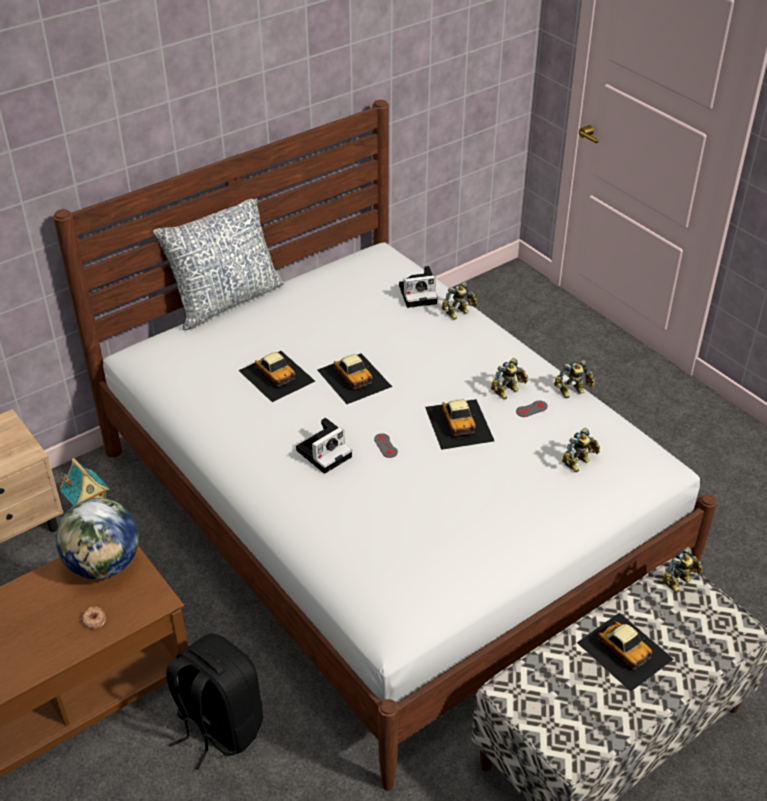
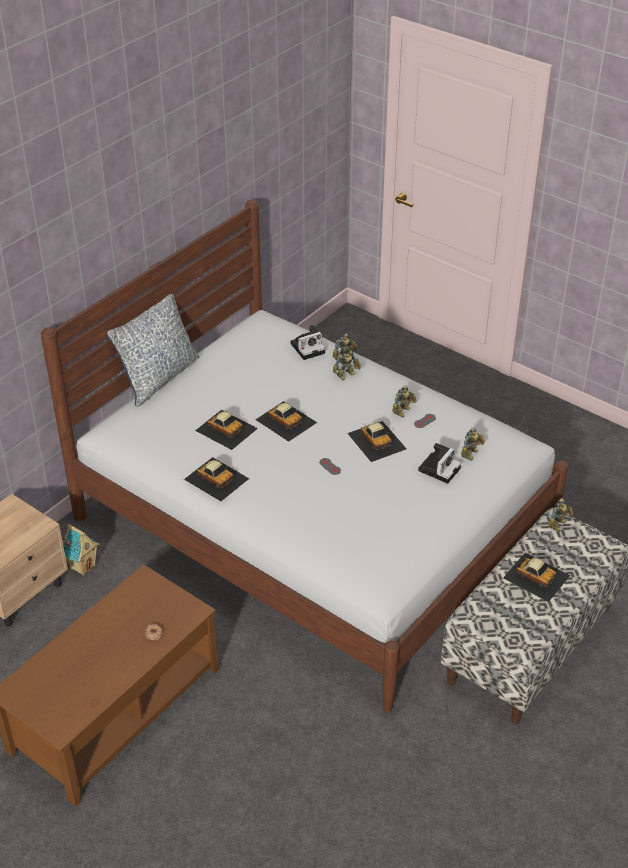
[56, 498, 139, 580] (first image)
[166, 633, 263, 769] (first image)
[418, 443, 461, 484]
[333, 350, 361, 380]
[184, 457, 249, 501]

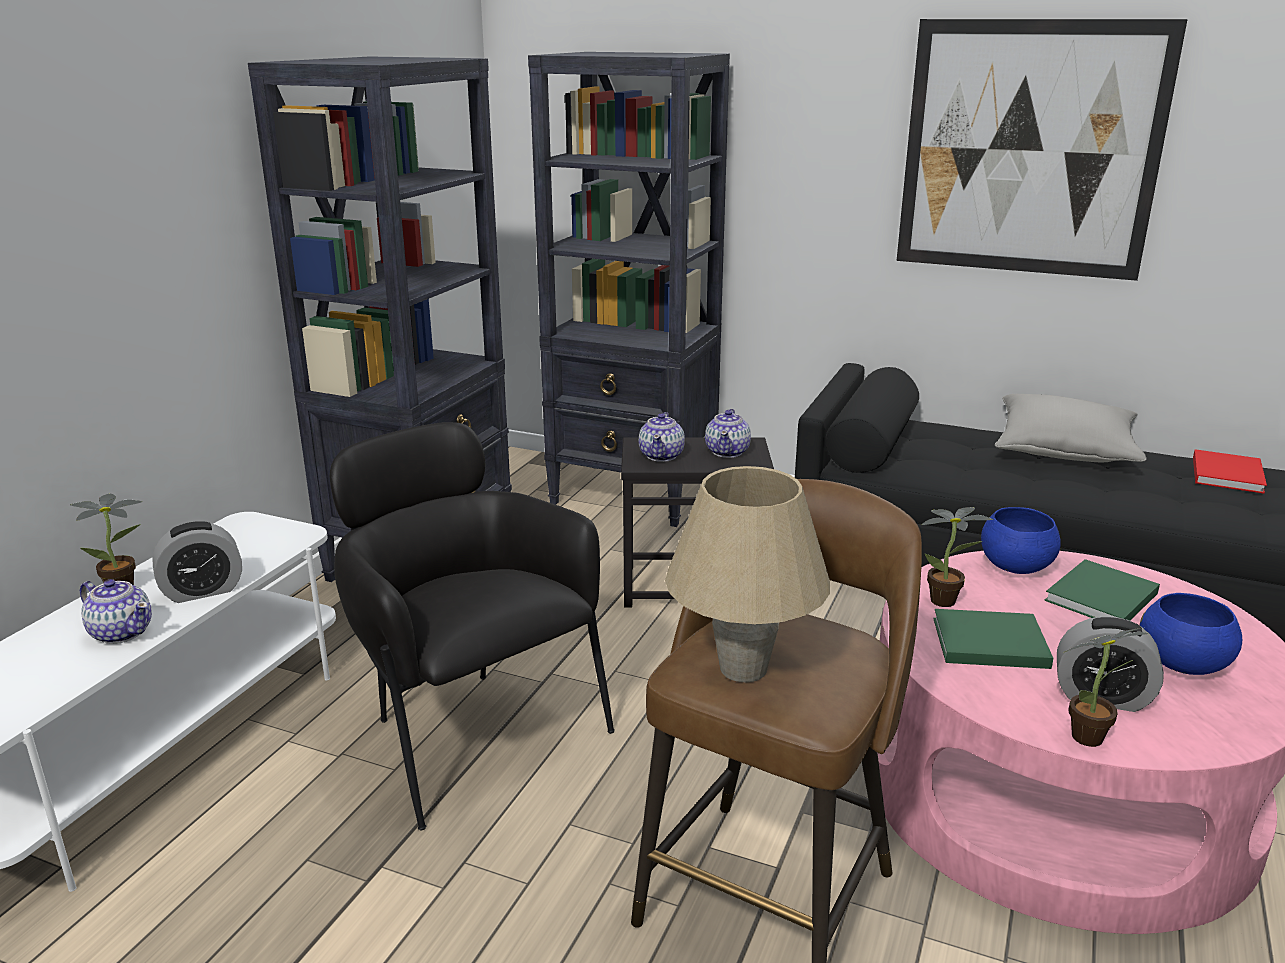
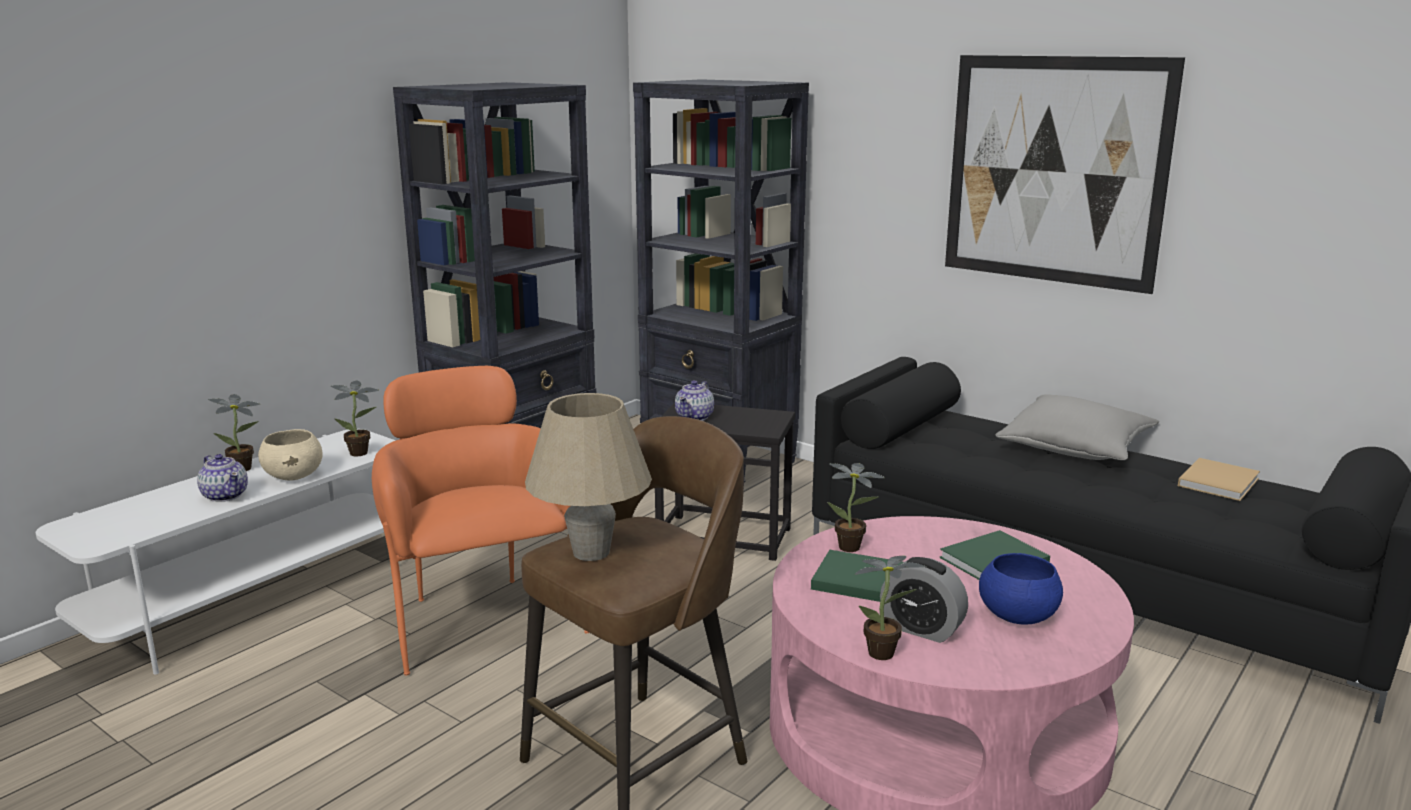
[258, 429, 323, 480]
[372, 366, 589, 676]
[705, 409, 751, 458] (first image)
[981, 507, 1061, 574] (first image)
[1178, 458, 1260, 501]
[331, 380, 379, 457]

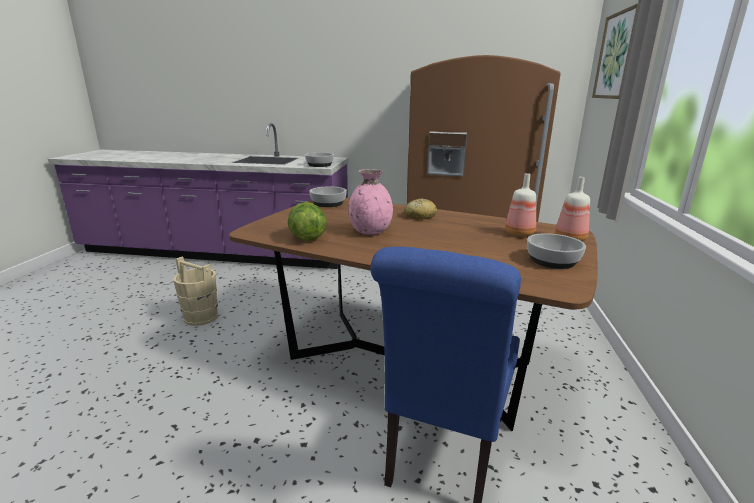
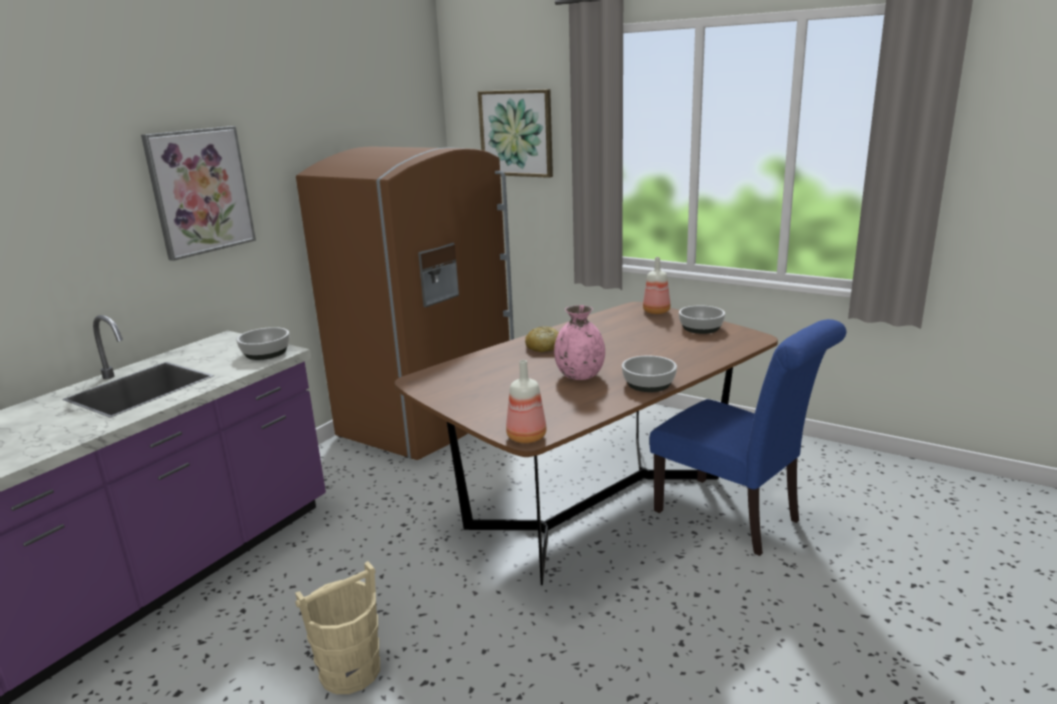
[288, 202, 327, 241] (first image)
[622, 356, 677, 392]
[506, 360, 547, 443]
[141, 126, 256, 261]

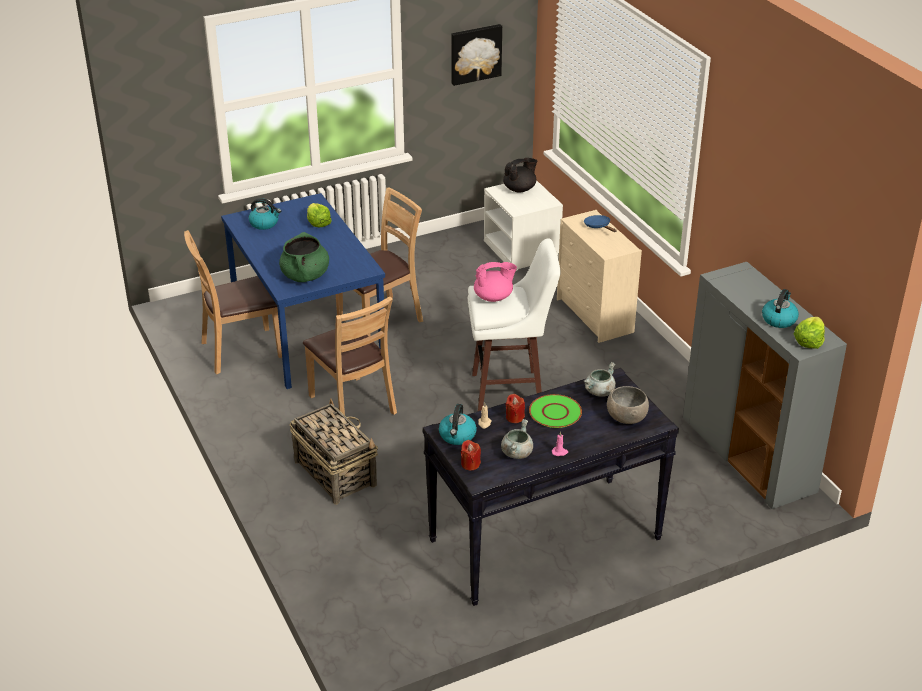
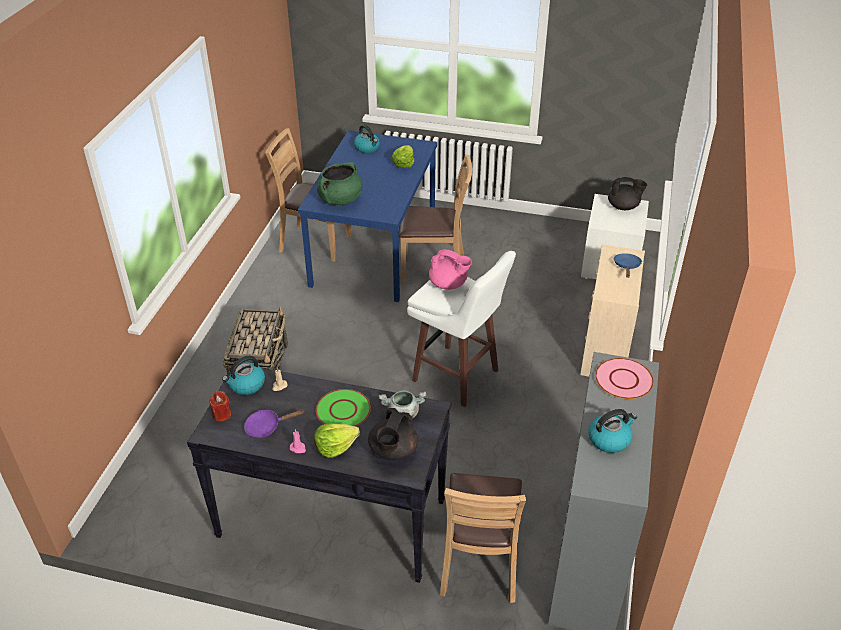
[440, 473, 526, 603]
[451, 24, 502, 86] (first image)
[244, 410, 305, 438]
[505, 394, 525, 423] (first image)
[368, 408, 418, 460]
[314, 423, 360, 458]
[595, 358, 654, 399]

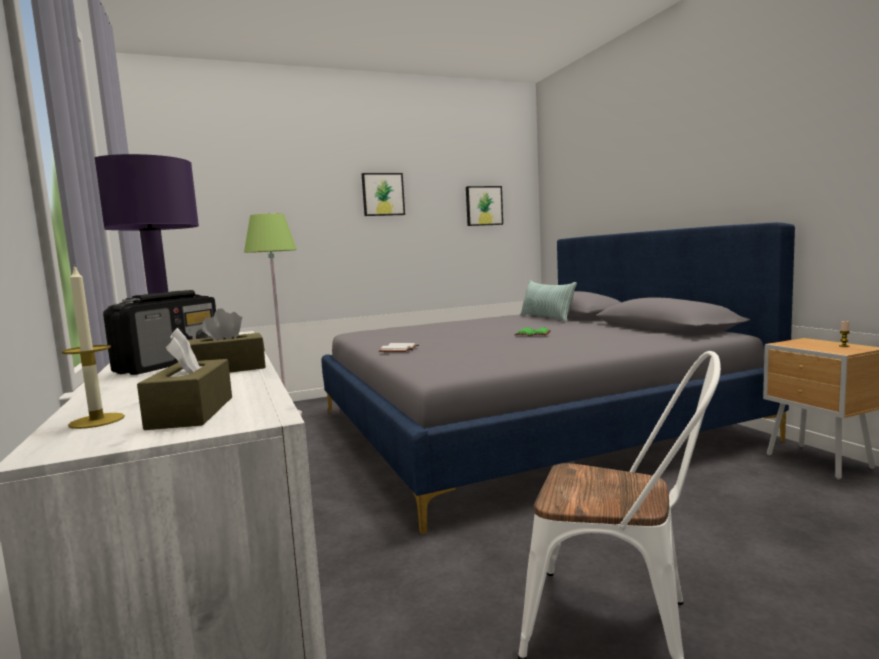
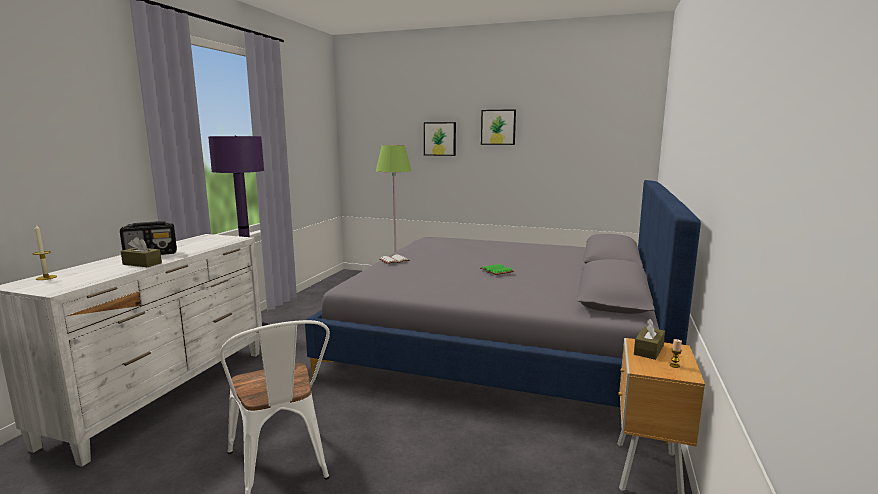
[634, 319, 665, 360]
[424, 122, 456, 156]
[520, 280, 577, 322] (first image)

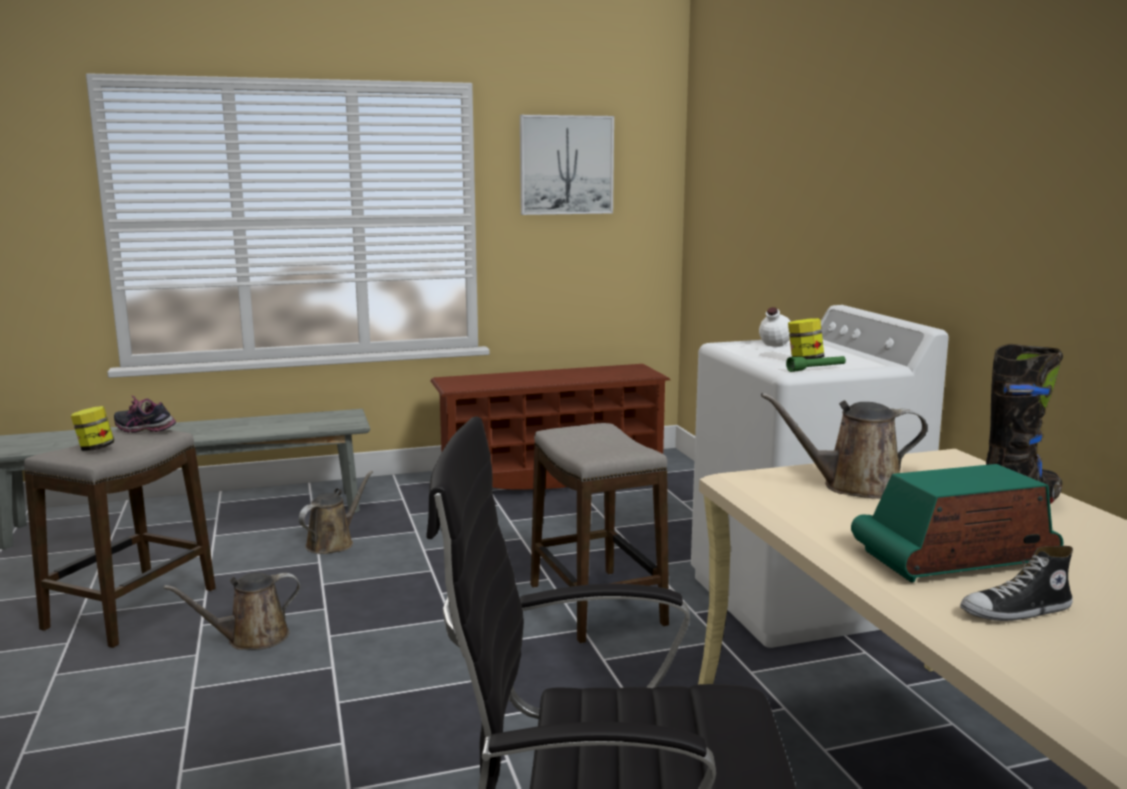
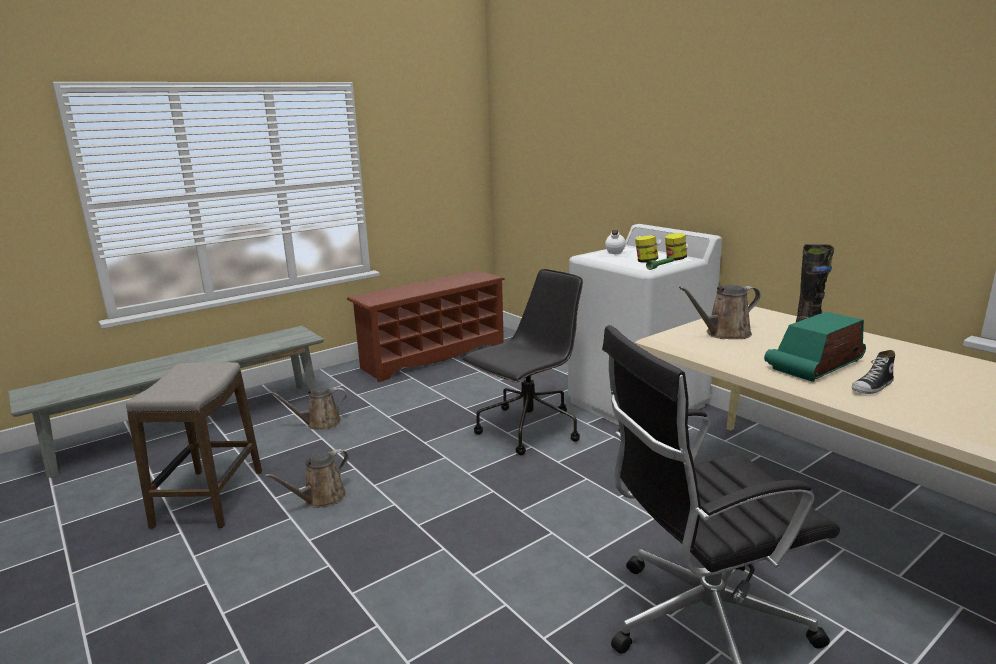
[665, 233, 687, 261]
[114, 395, 176, 433] (first image)
[269, 387, 347, 430]
[520, 115, 614, 215] (first image)
[461, 269, 583, 455]

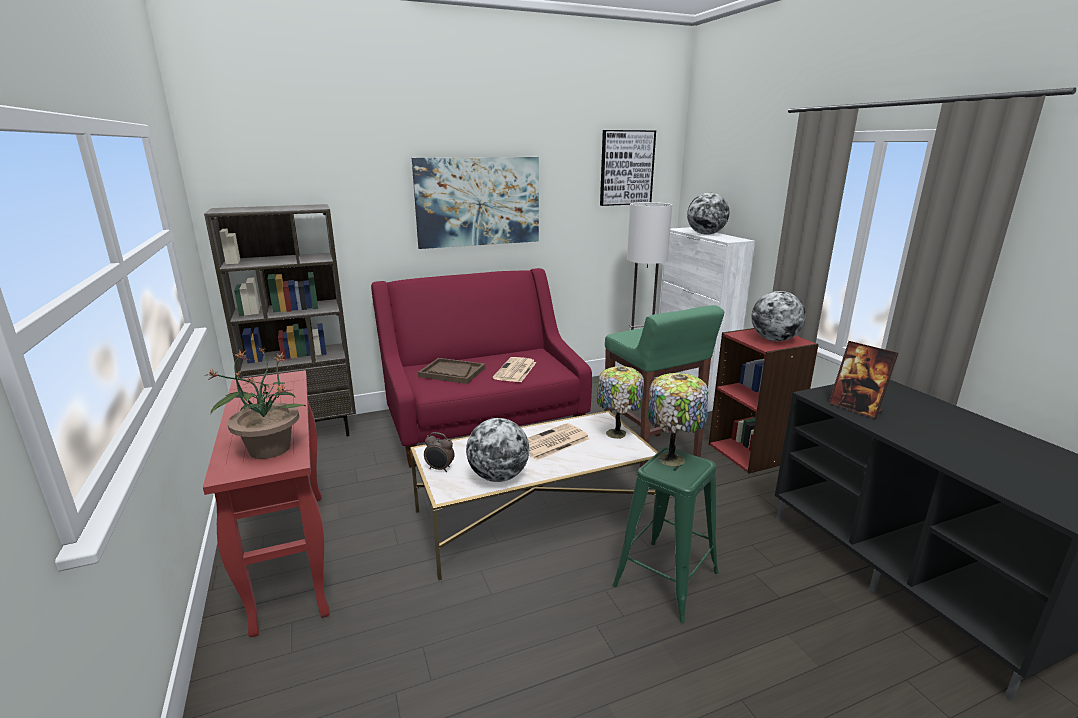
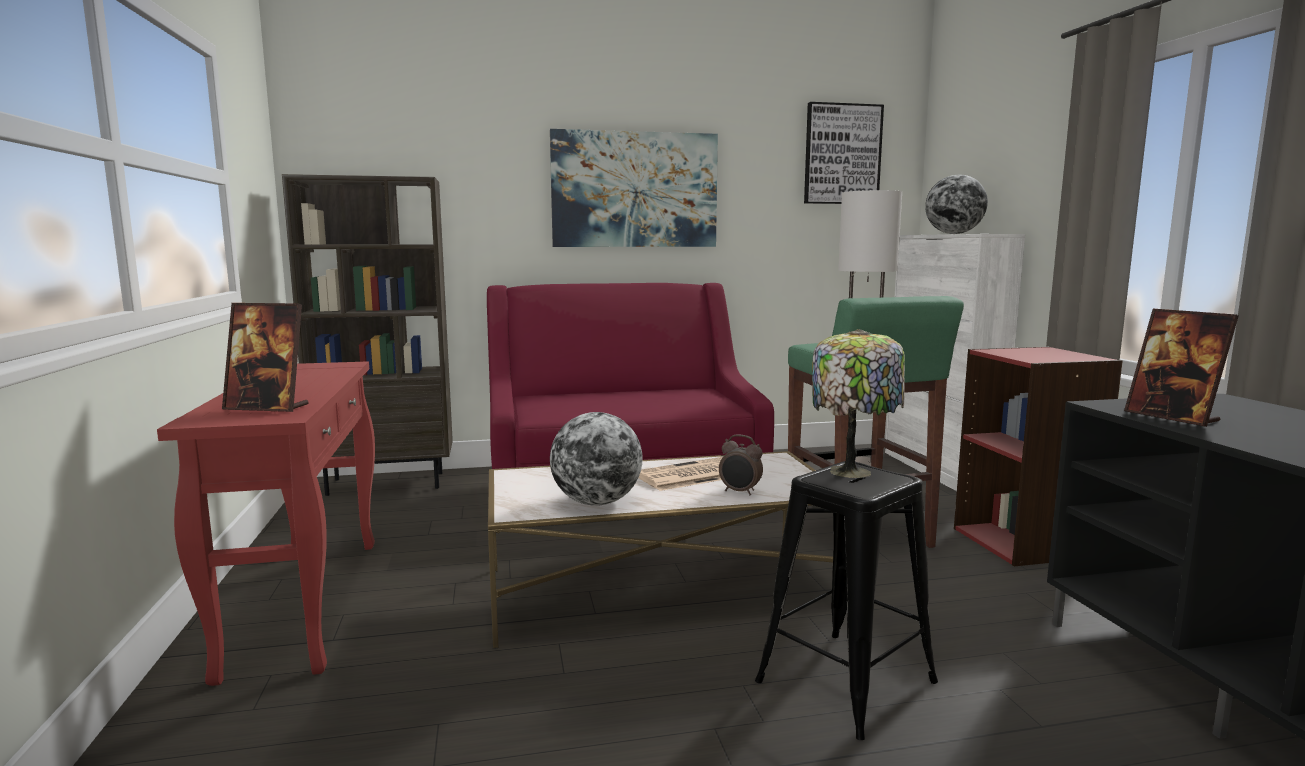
[222, 303, 309, 412]
[418, 358, 485, 384] (first image)
[719, 434, 763, 496]
[493, 357, 537, 382] (first image)
[597, 366, 644, 439] (first image)
[755, 461, 938, 740]
[751, 291, 806, 341] (first image)

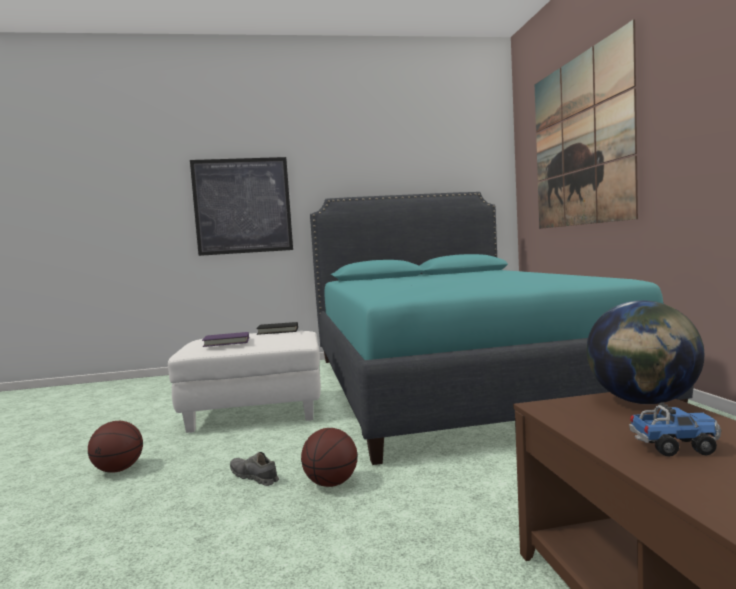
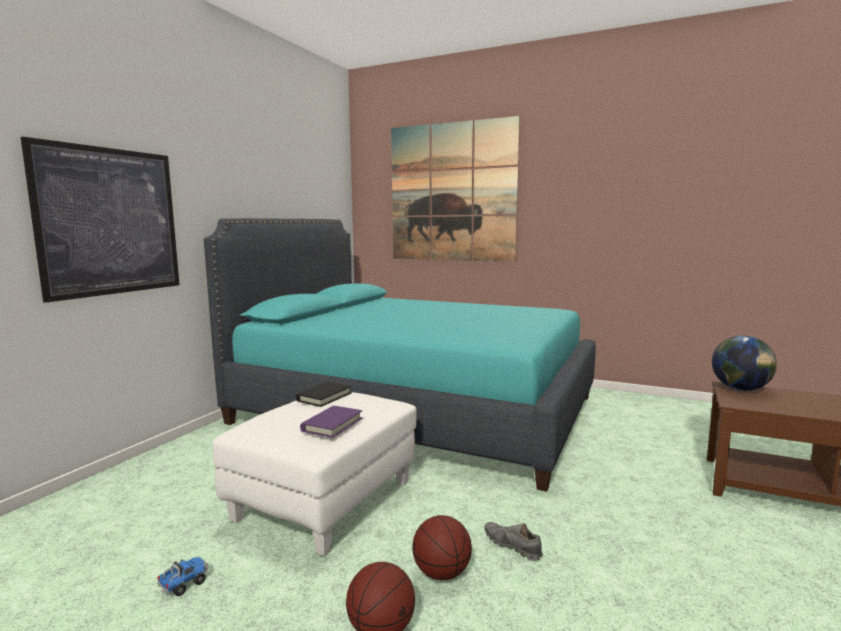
[485, 522, 543, 561]
[412, 515, 472, 580]
[157, 557, 208, 596]

